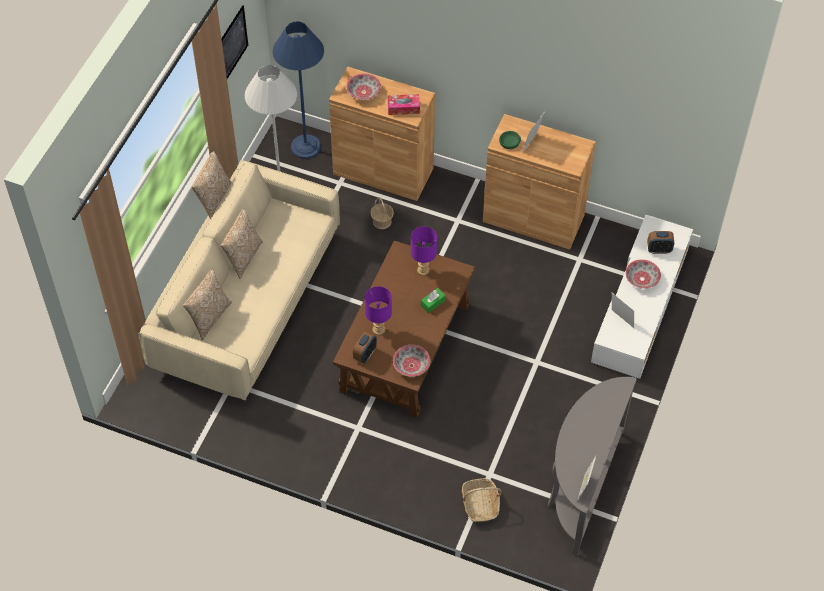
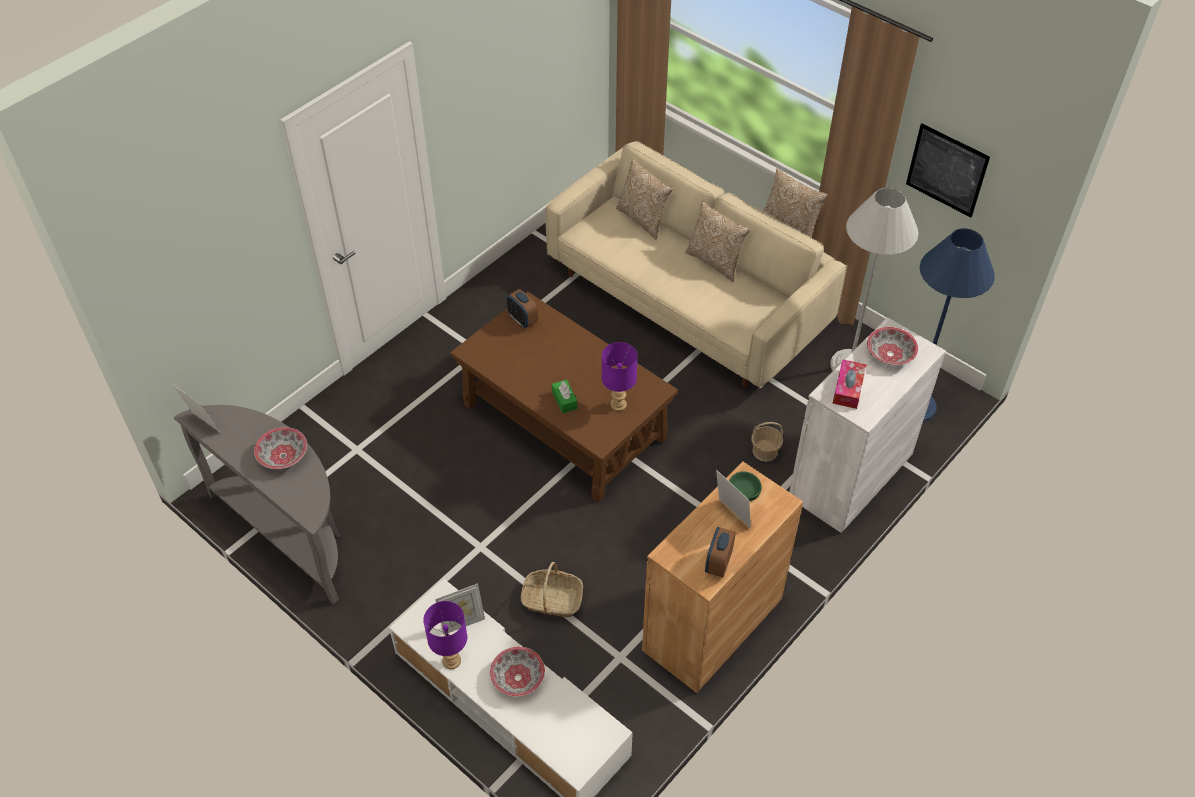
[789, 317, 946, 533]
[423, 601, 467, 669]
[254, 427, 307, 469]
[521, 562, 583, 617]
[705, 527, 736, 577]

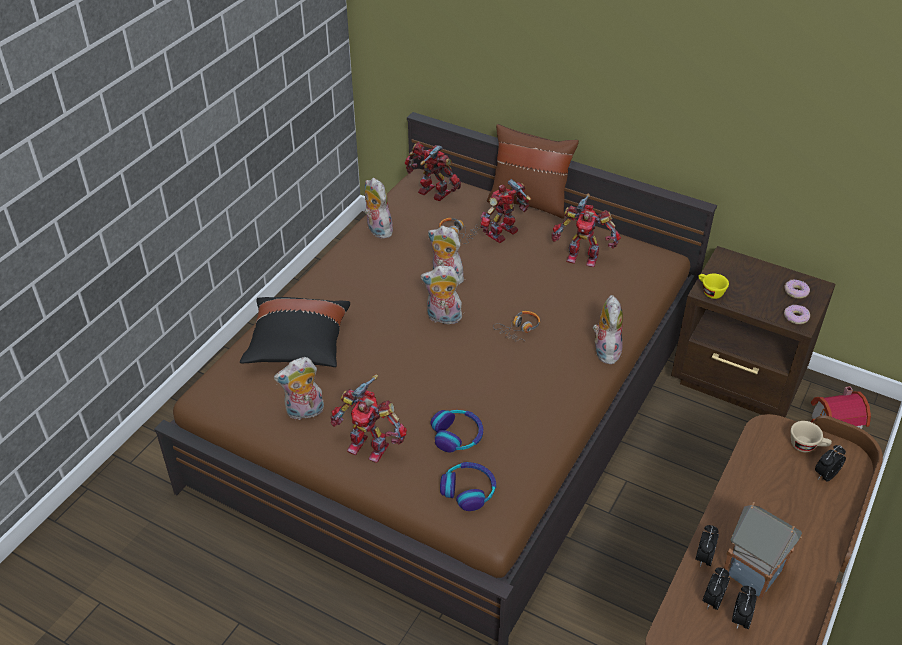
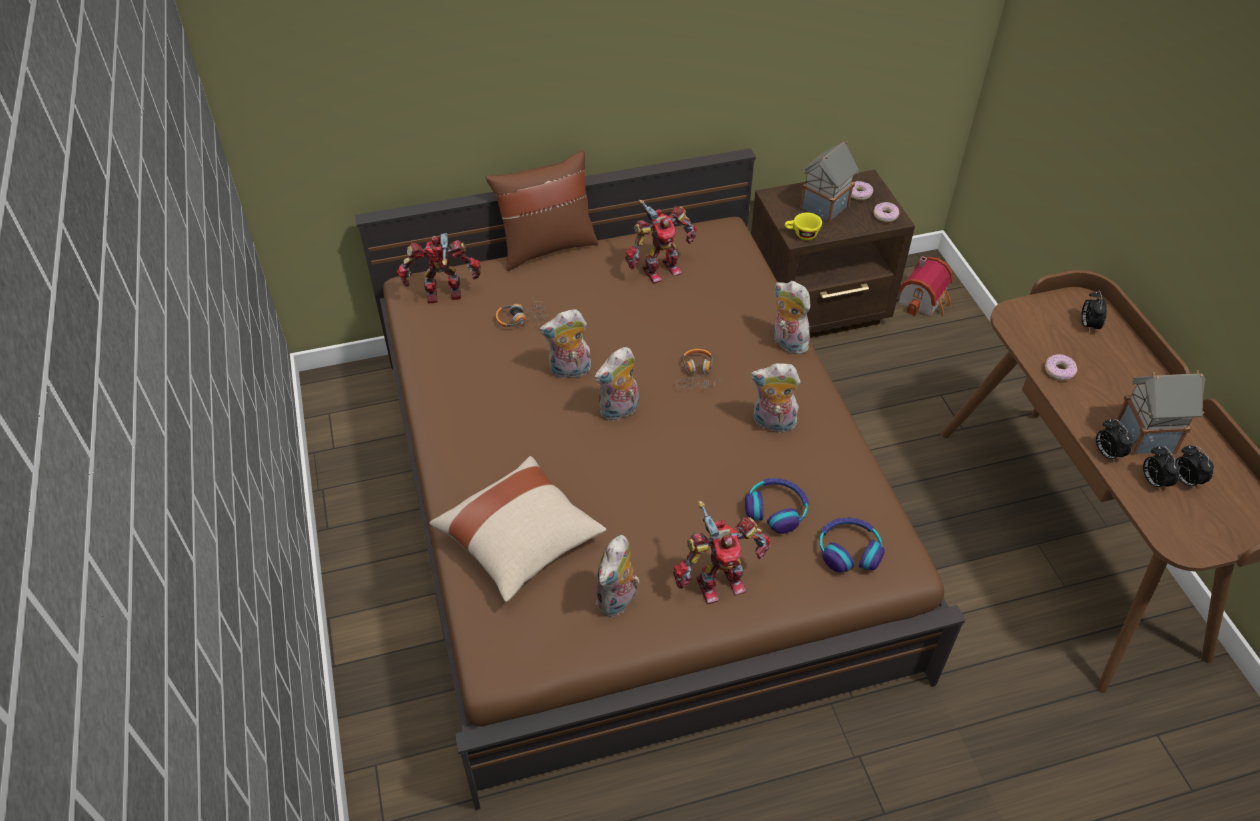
[429, 456, 606, 602]
[751, 363, 801, 433]
[480, 179, 531, 243] (first image)
[791, 421, 832, 452] (first image)
[800, 141, 859, 223]
[1045, 354, 1077, 380]

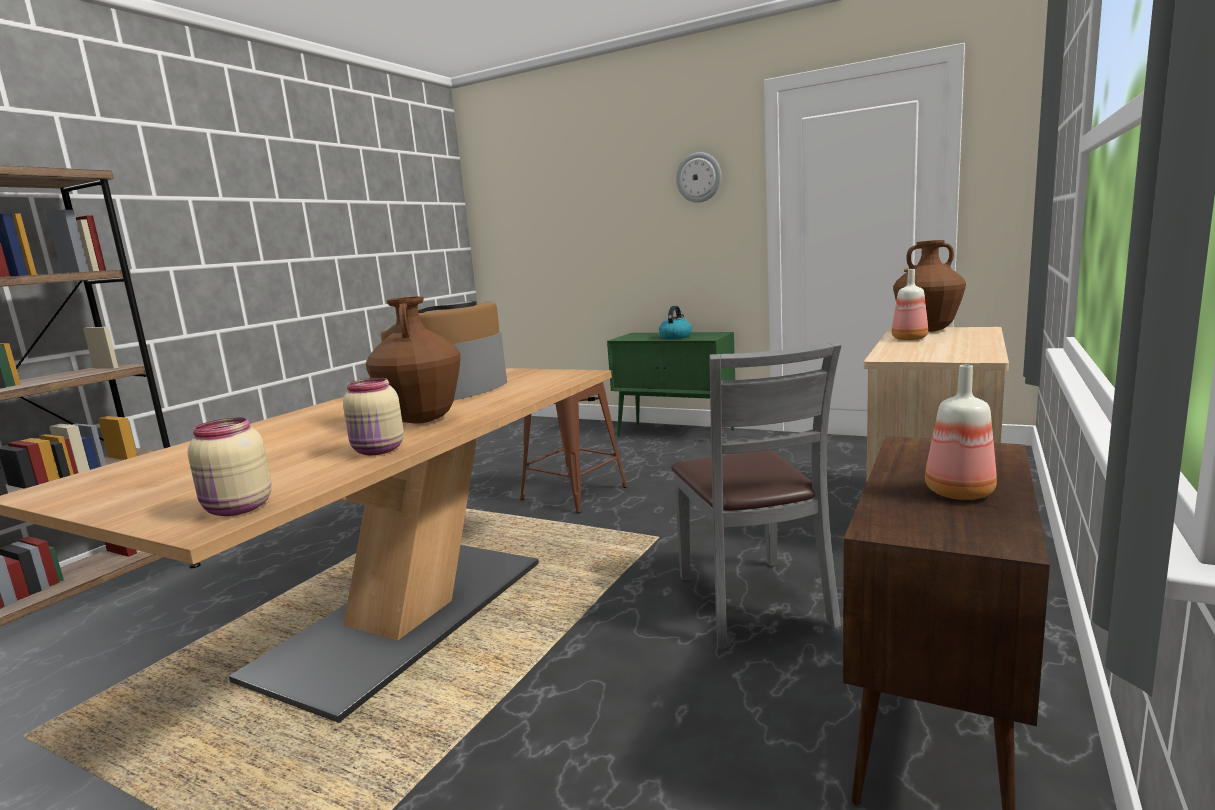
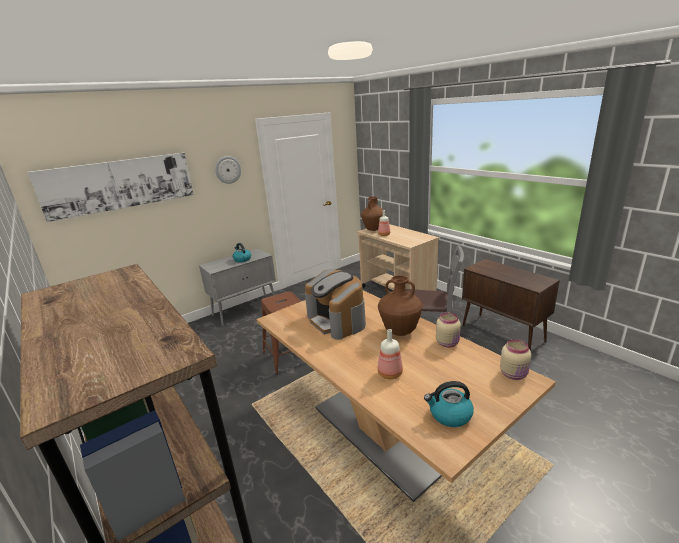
[199, 248, 277, 326]
[378, 329, 403, 379]
[28, 153, 194, 222]
[424, 381, 474, 427]

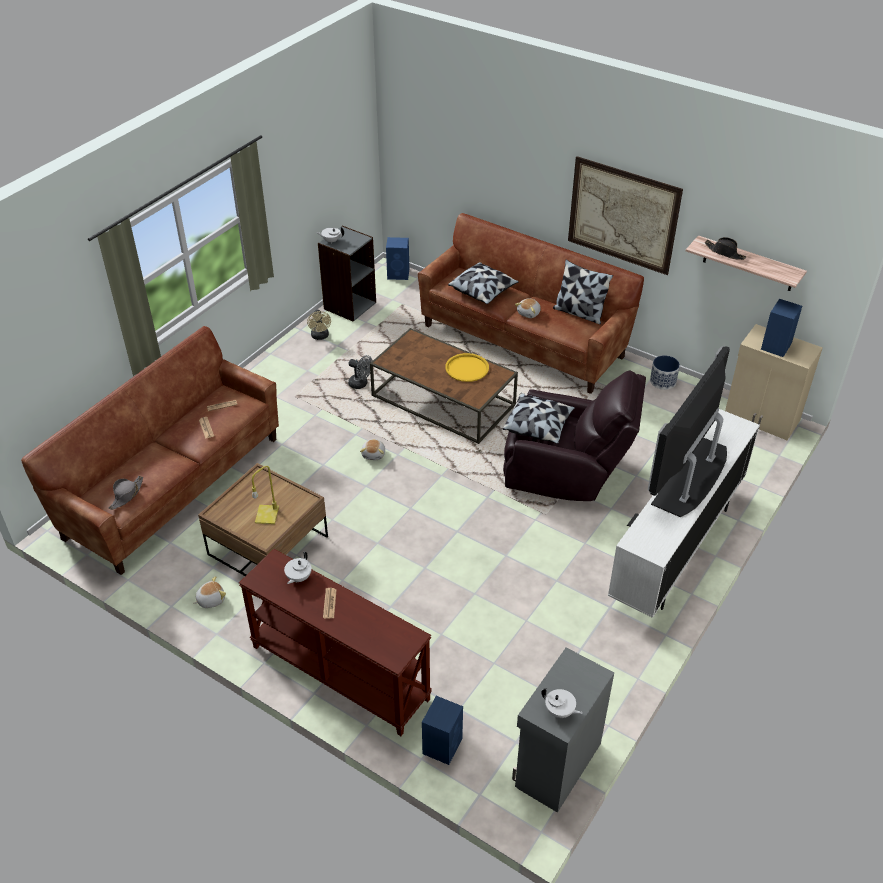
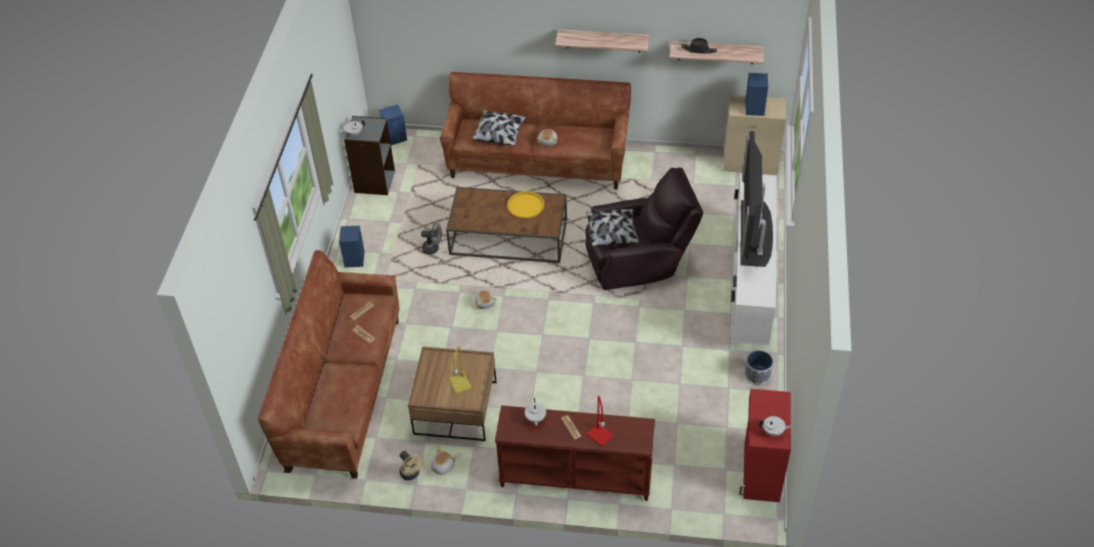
[109, 476, 143, 510] (first image)
[399, 451, 424, 480]
[339, 226, 365, 267]
[739, 389, 791, 502]
[553, 259, 613, 324] (first image)
[555, 29, 649, 52]
[745, 350, 773, 384]
[586, 395, 614, 447]

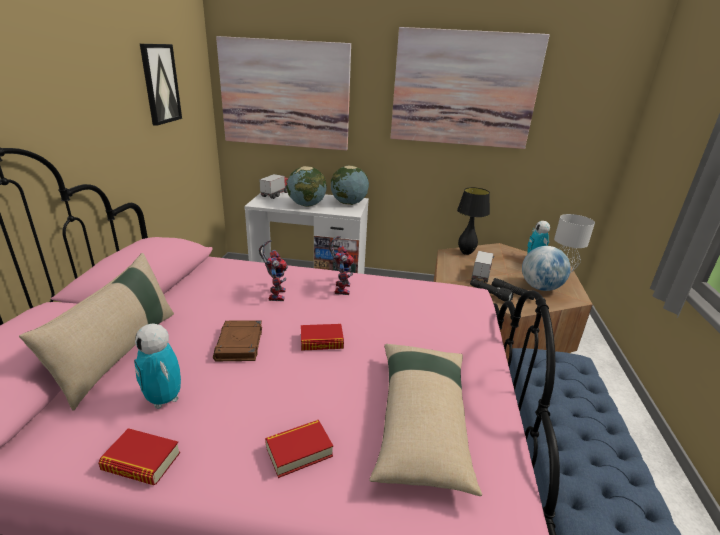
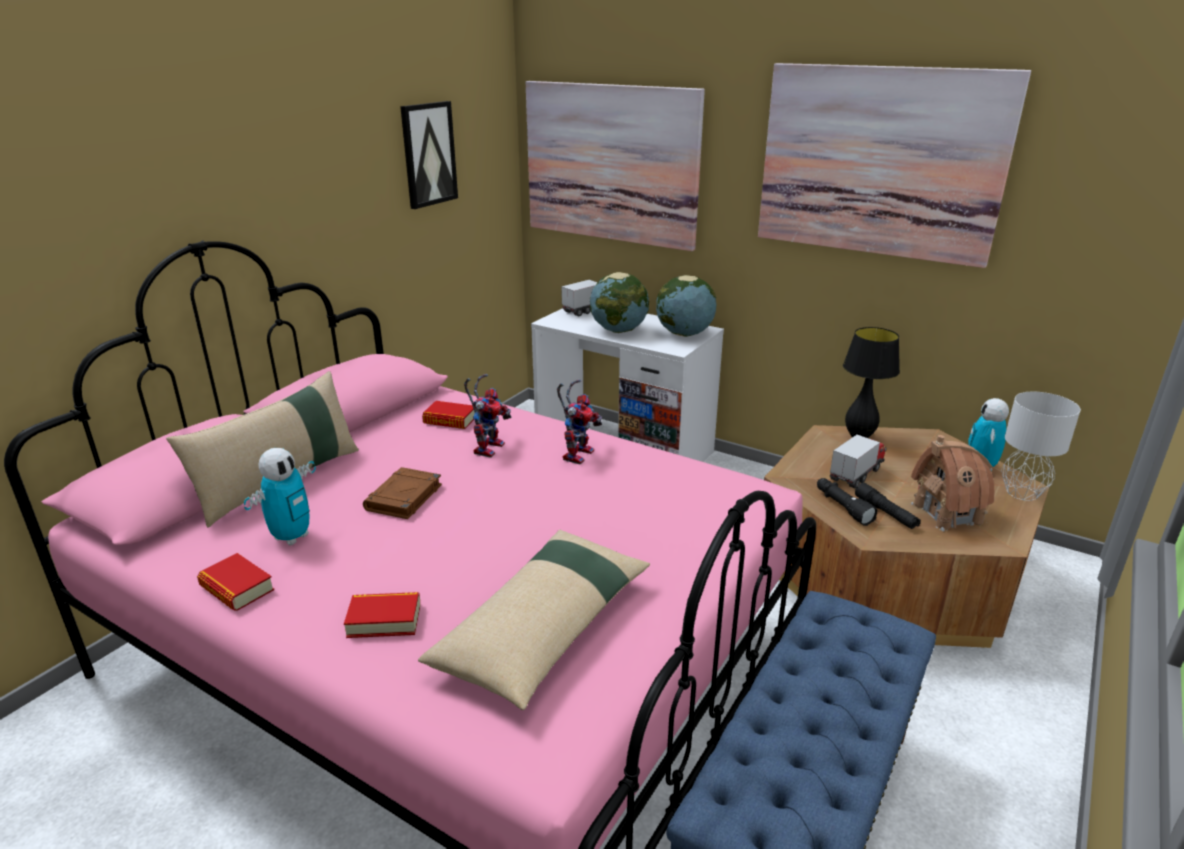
[244, 448, 316, 546]
[422, 401, 475, 429]
[911, 435, 994, 531]

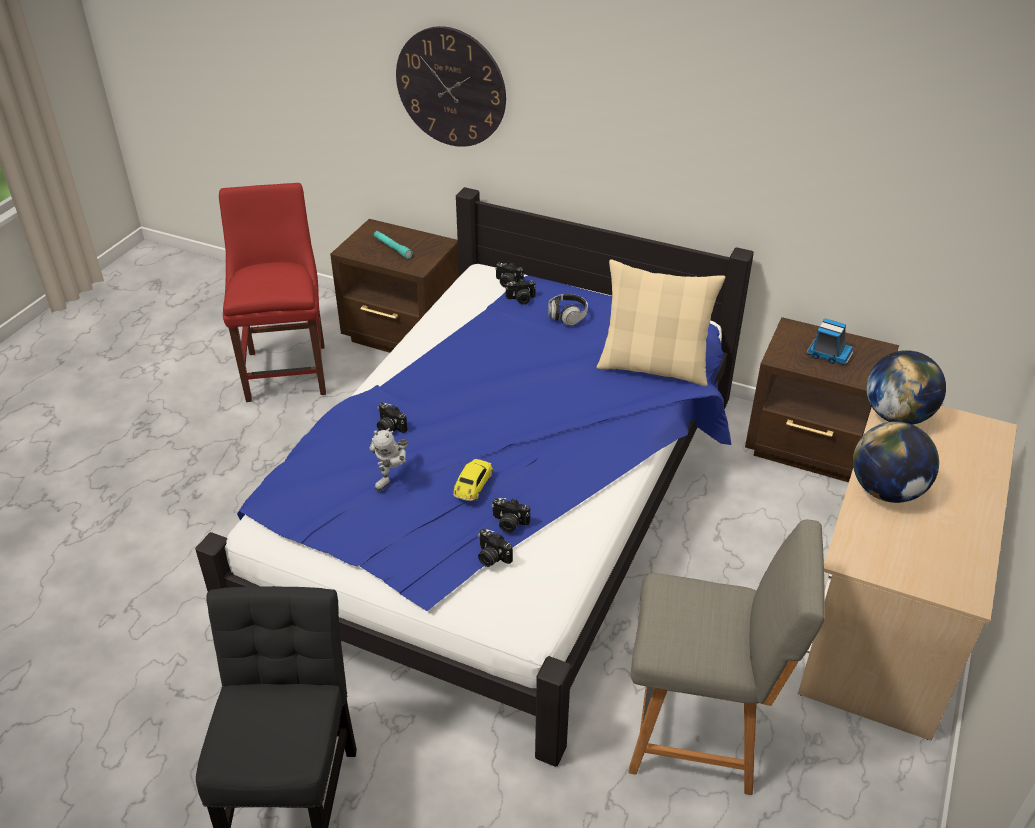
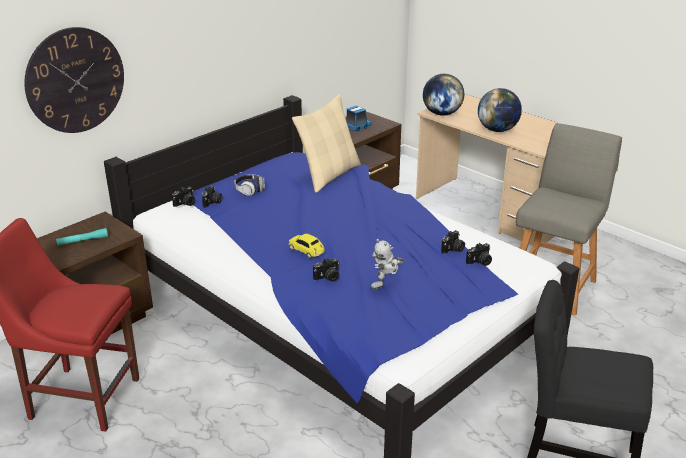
[370, 239, 404, 290]
[289, 234, 325, 259]

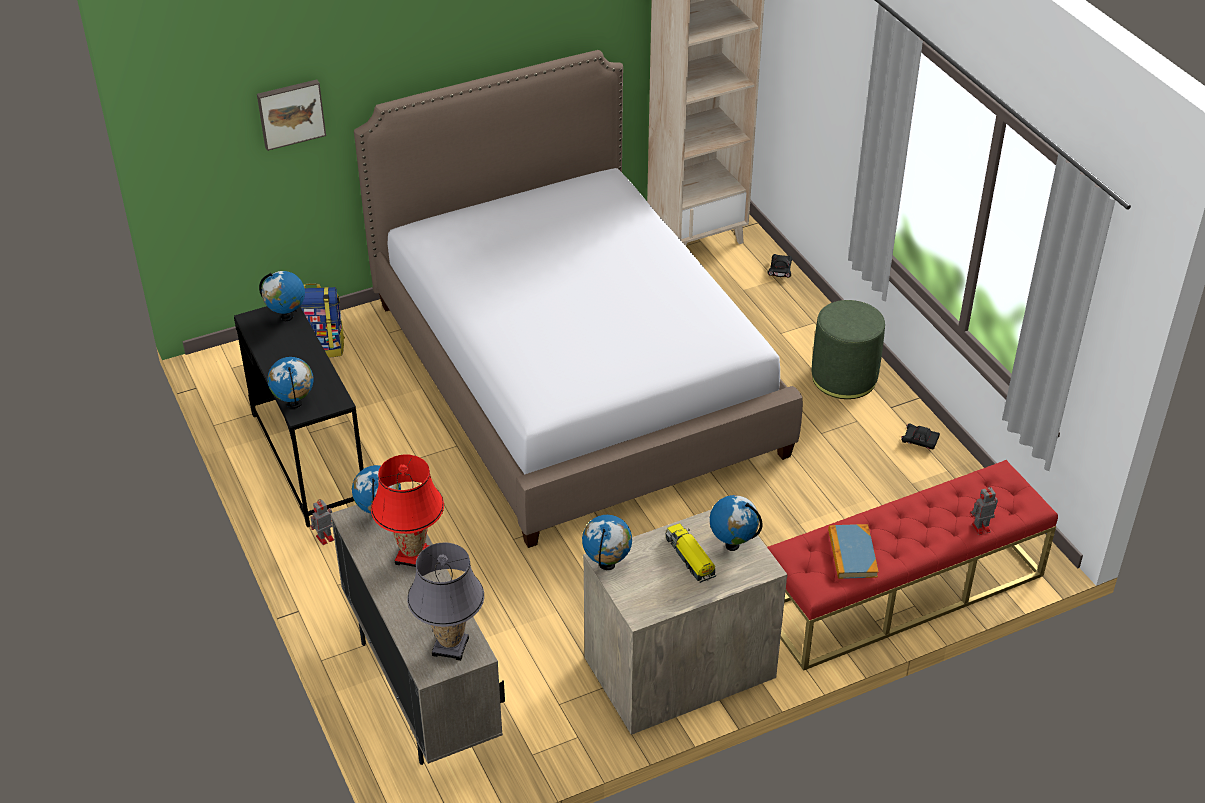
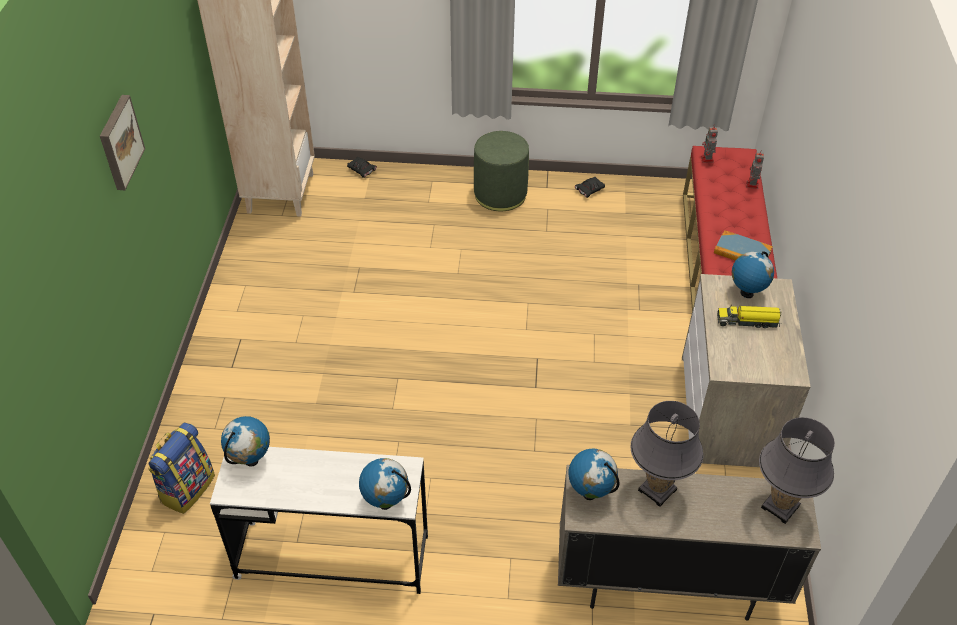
[210, 447, 428, 594]
[100, 95, 145, 190]
[700, 124, 718, 163]
[354, 50, 803, 548] (first image)
[630, 401, 704, 507]
[582, 515, 632, 570] (first image)

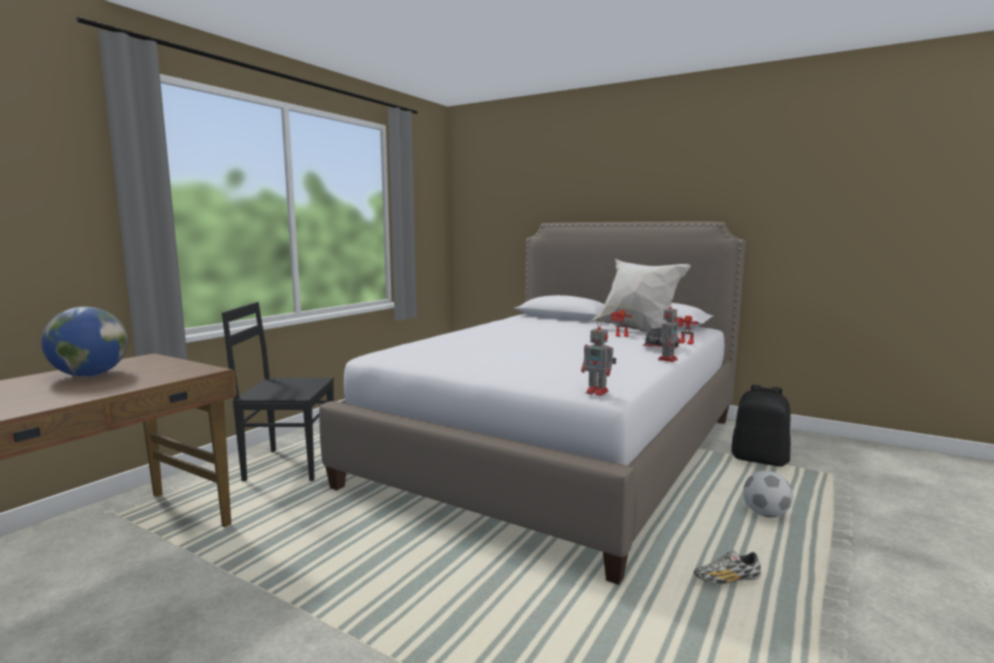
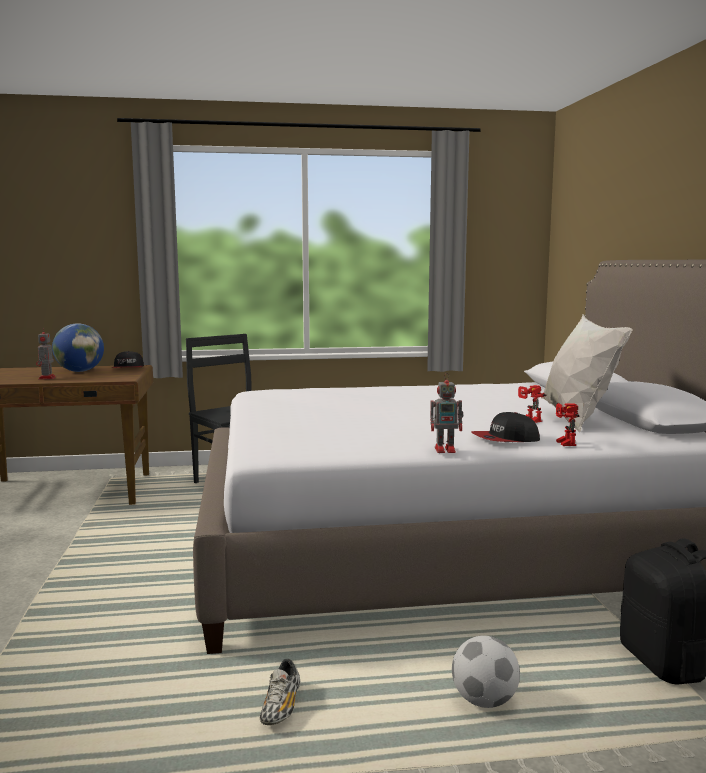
[36, 331, 56, 380]
[260, 659, 301, 725]
[112, 351, 144, 368]

